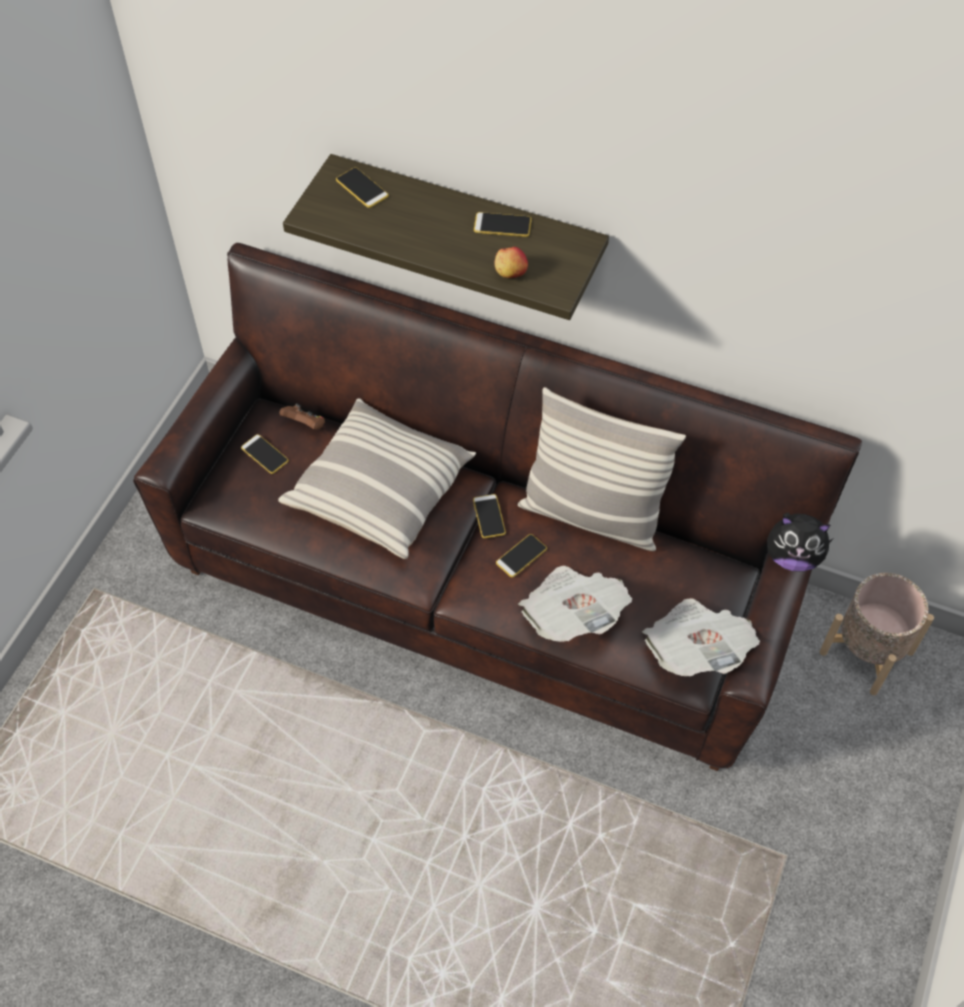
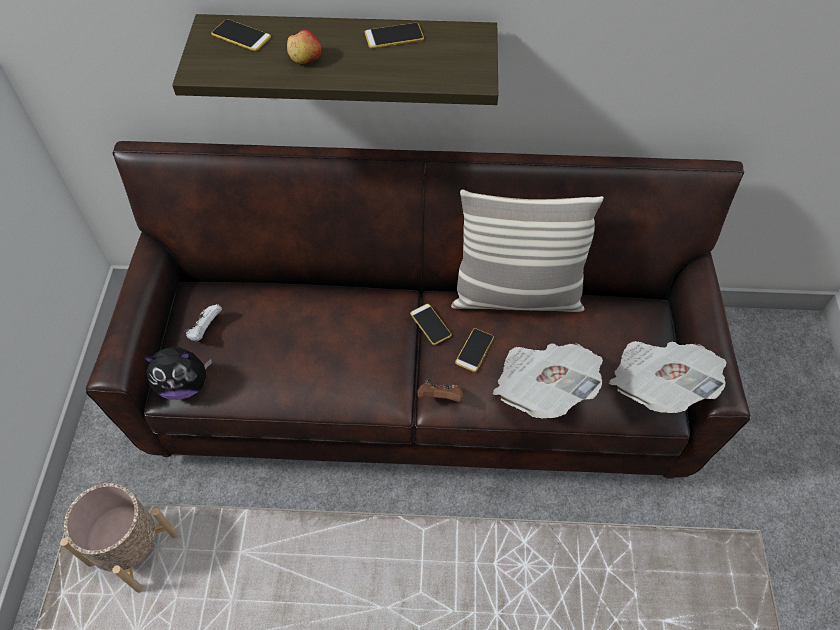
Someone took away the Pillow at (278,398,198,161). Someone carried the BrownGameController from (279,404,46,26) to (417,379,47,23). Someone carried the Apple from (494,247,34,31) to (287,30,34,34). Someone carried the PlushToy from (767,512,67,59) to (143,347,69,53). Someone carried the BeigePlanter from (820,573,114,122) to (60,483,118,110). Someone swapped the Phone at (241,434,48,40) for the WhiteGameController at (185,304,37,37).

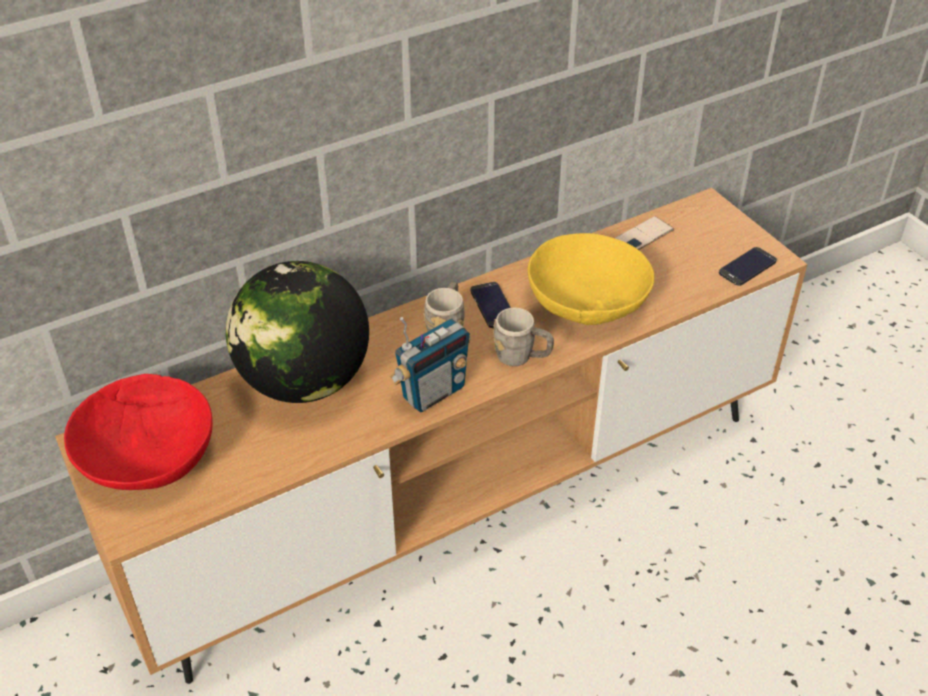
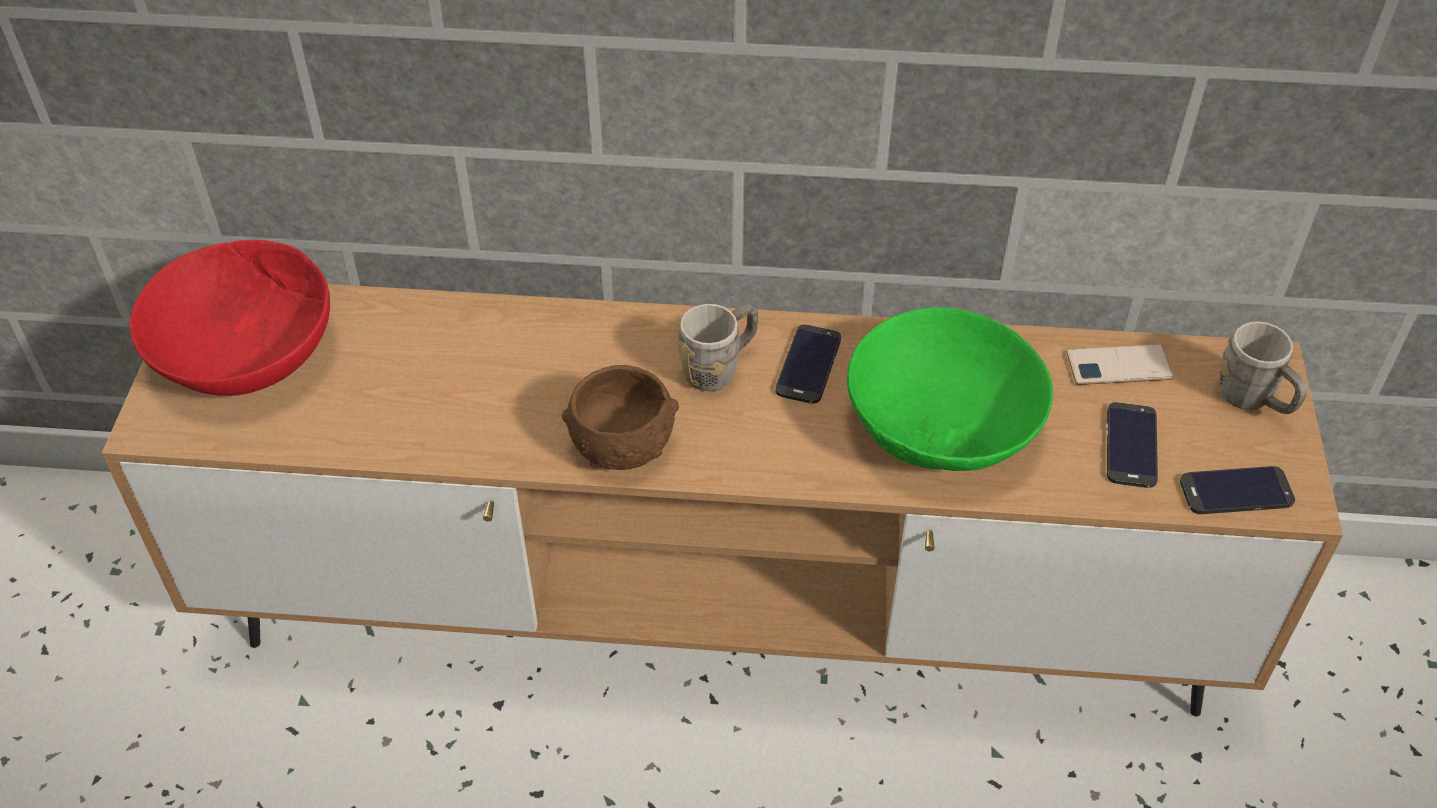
Someone took away the Globe at (226,261,143,142). Someone put down the Phone at (1107,402,51,86). Someone carried the GreyMug from (493,307,61,59) to (1219,321,88,93). Someone swapped the Radio at (390,317,80,95) for the BrownBowl at (562,365,117,105). Someone repainted the YellowBowl at (528,233,126,92), which became the GreenBowl at (847,307,206,164).

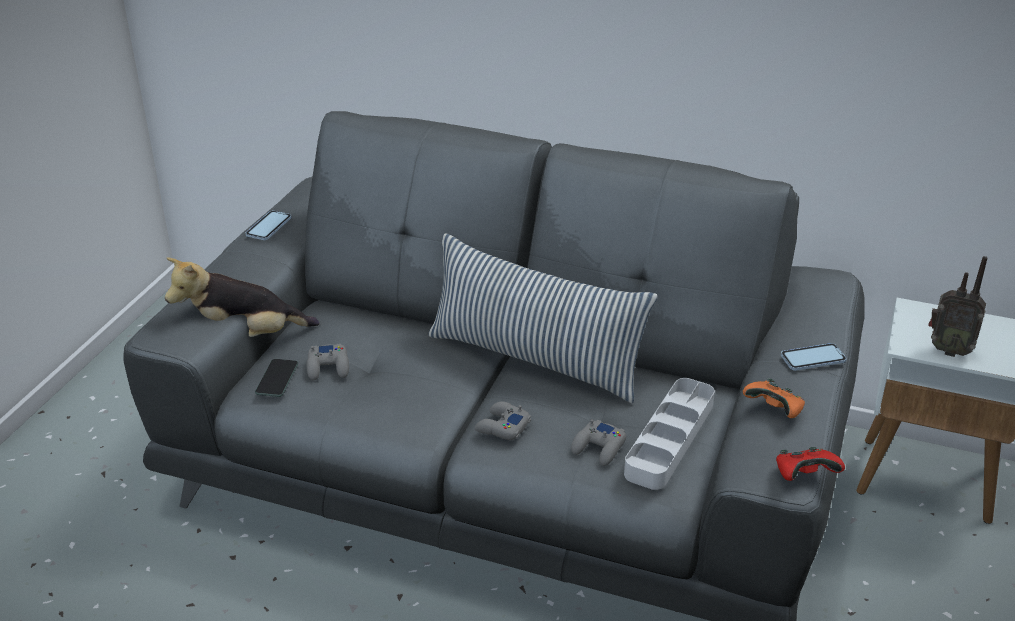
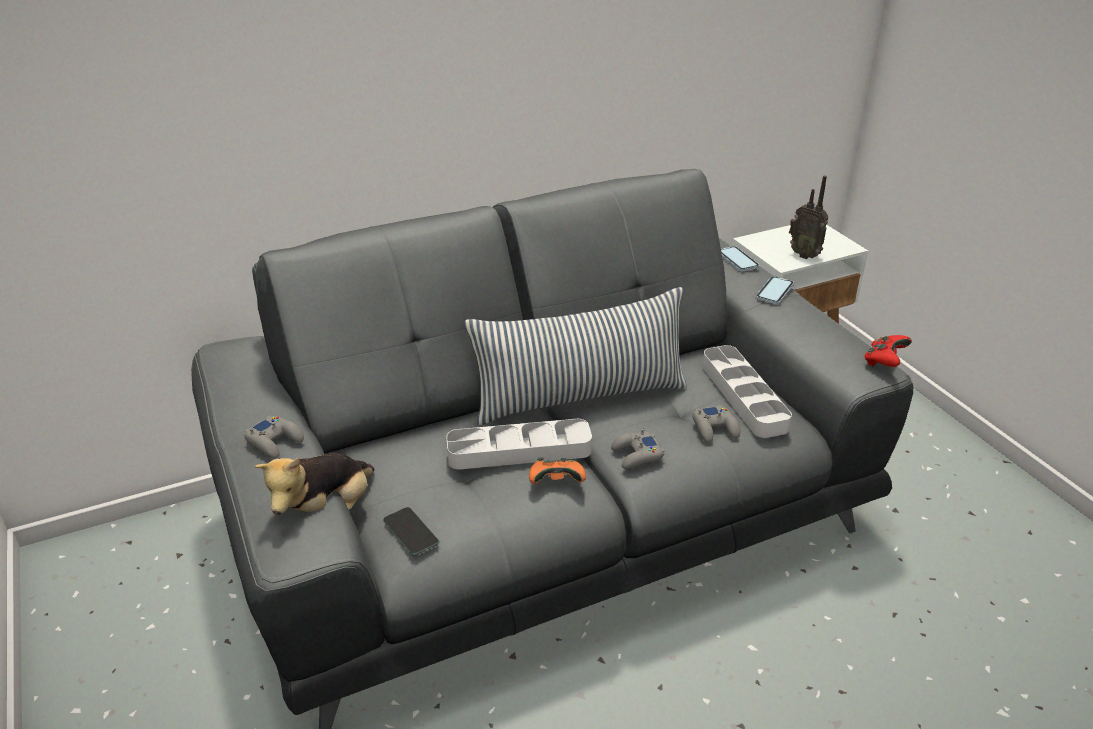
Someone put down the GreyTray at (446,419,146,50). Someone carried the Phone from (246,211,46,29) to (721,246,38,25). Someone carried the GreyGameController from (307,344,42,36) to (244,416,60,43). Someone carried the OrangeGameController from (743,378,62,40) to (529,458,57,26). Someone rotated the Radio at (928,256,60,101) by 60 degrees clockwise.

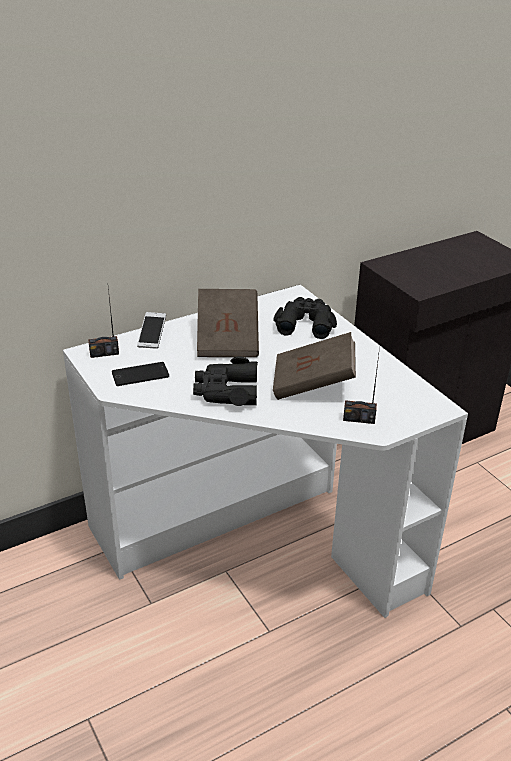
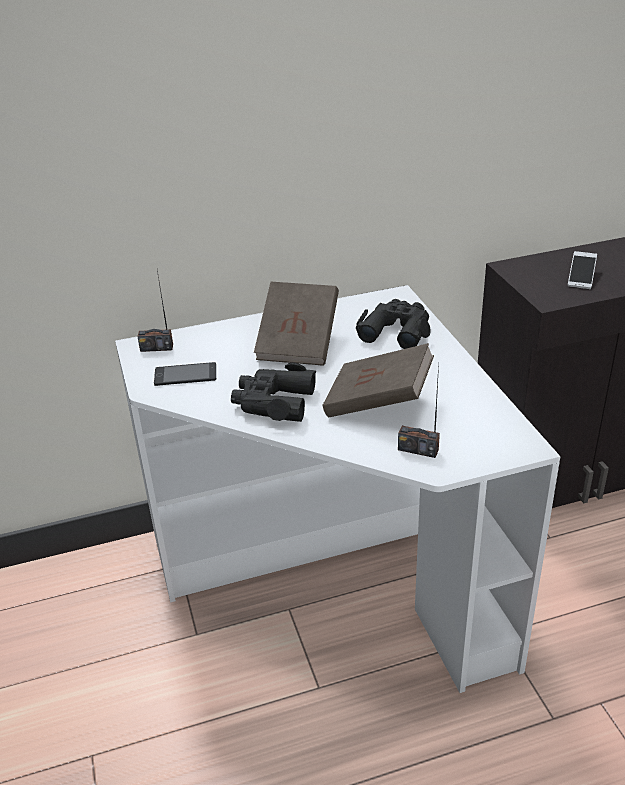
Someone carried the Phone from (137,312,29,37) to (568,251,29,38).

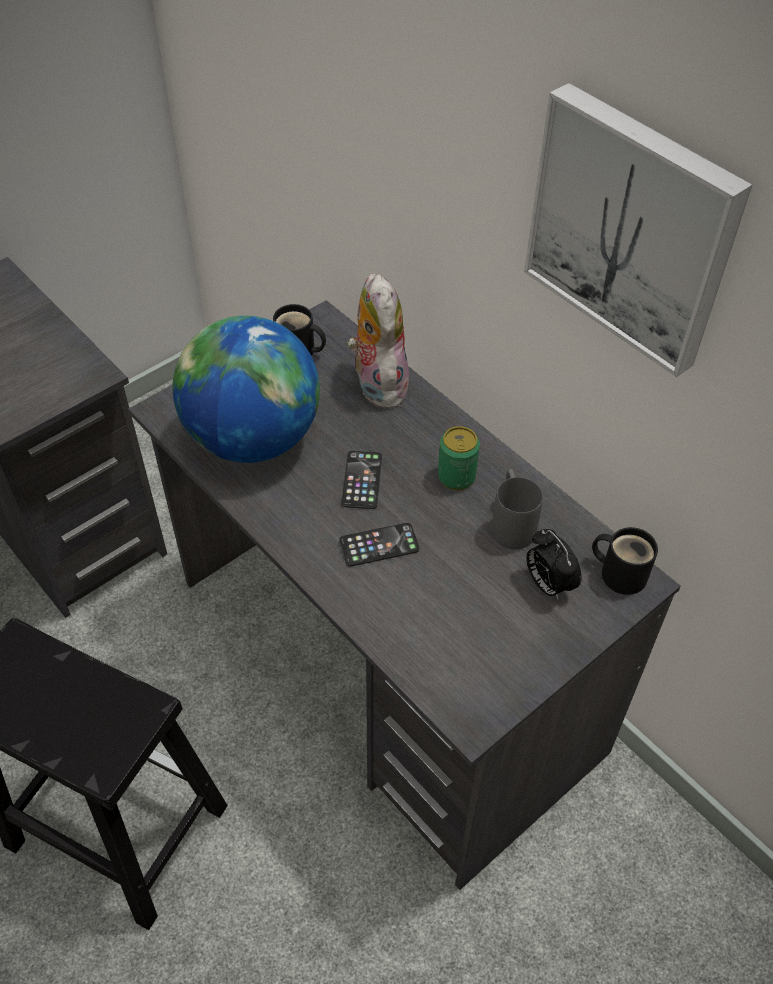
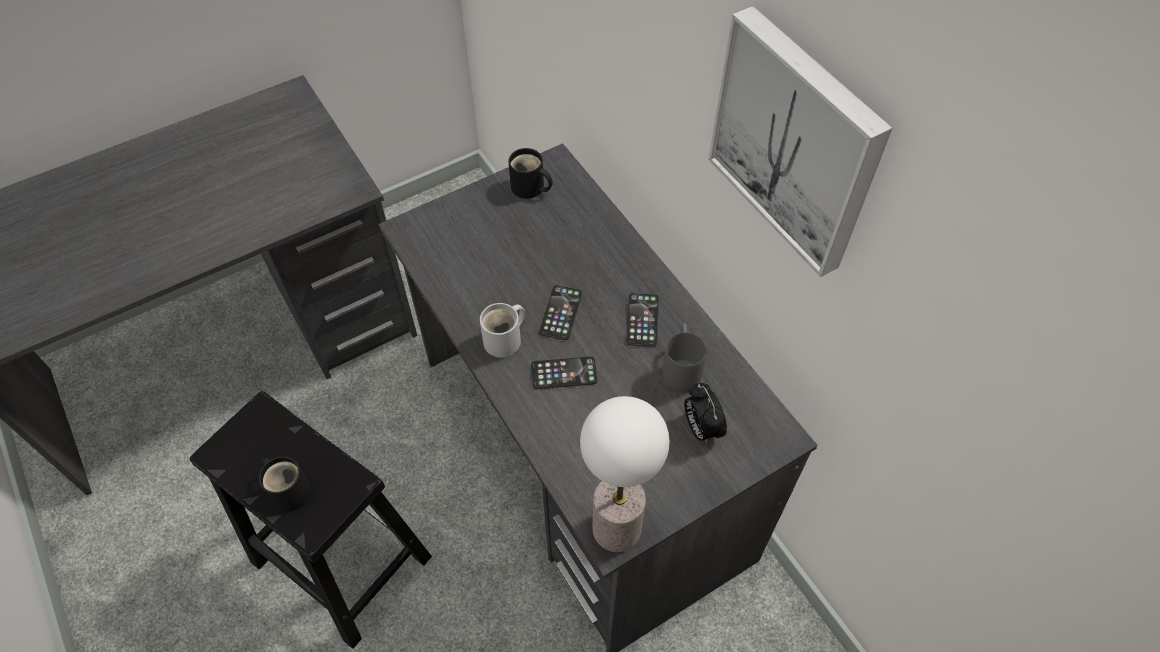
Someone took away the Globe at (172,316,148,147). Someone took away the PlushToy at (347,274,64,135). Someone put down the WhiteMug at (480,303,45,55). Someone put down the TableLamp at (580,396,89,156). Someone carried the BlackMug from (592,527,66,68) to (259,456,52,55). Someone swapped the Can at (438,426,42,64) for the Phone at (626,293,33,54).

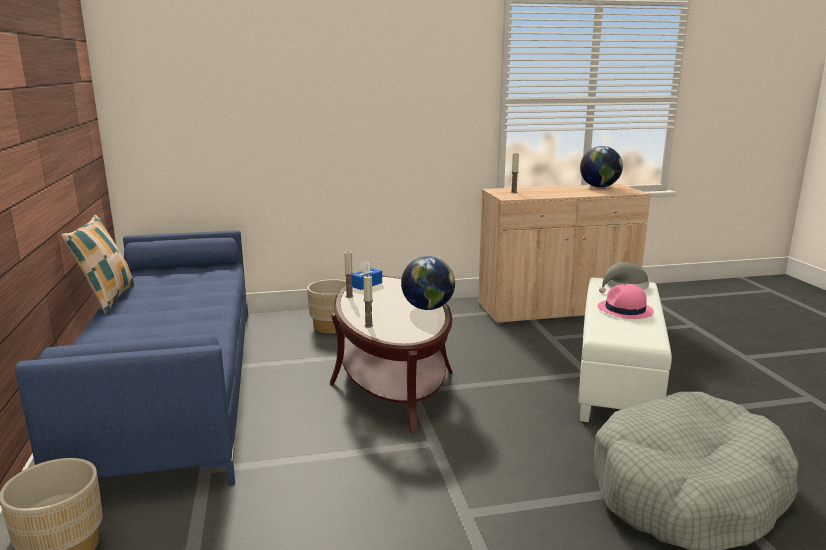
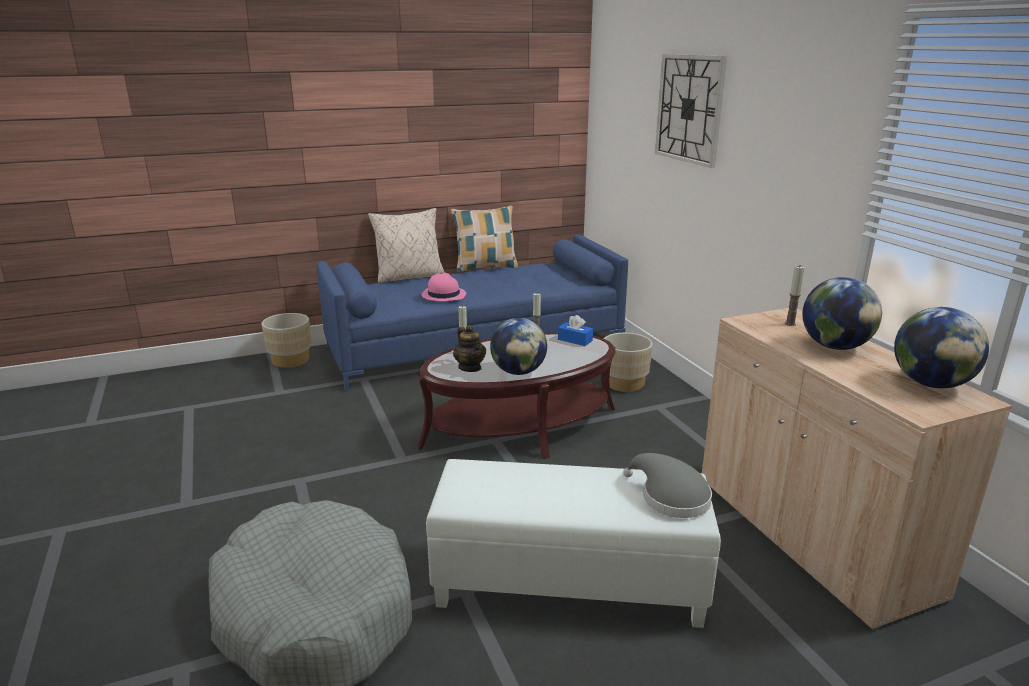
Someone put down the BeigePillow at (368,208,77,75). Someone put down the Teapot at (453,325,33,47). Someone put up the WallClock at (655,54,72,114). Someone put down the Globe at (802,277,80,73). Someone carried the PinkHat from (597,284,57,35) to (422,273,44,28).

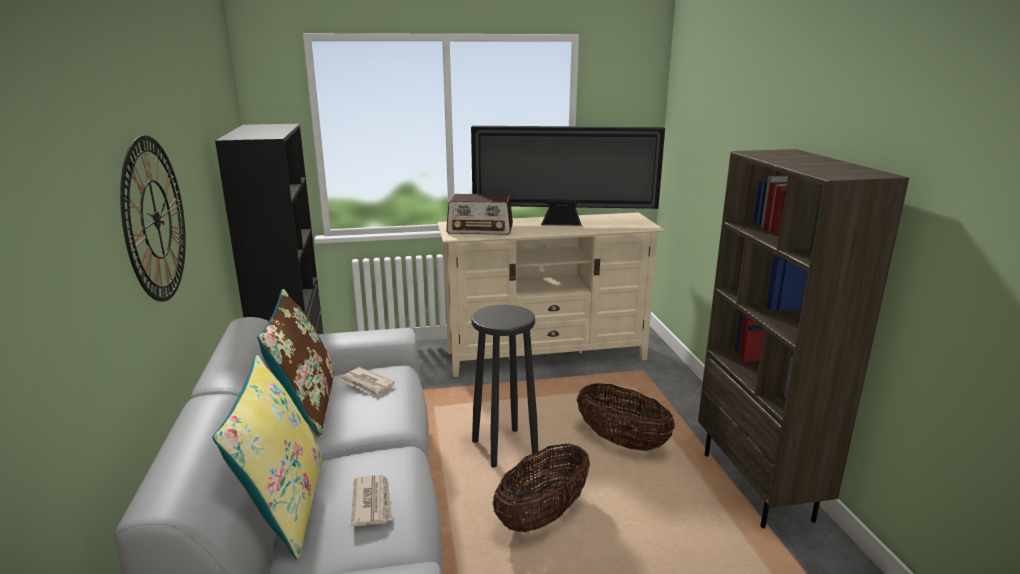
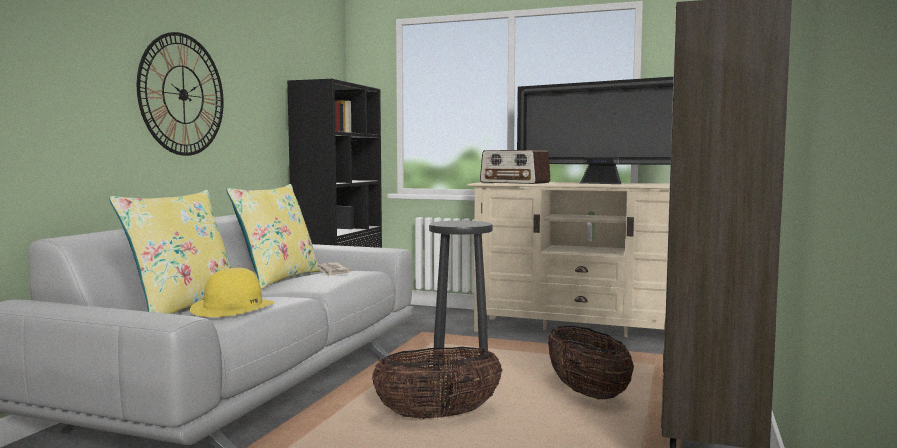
Someone swapped the Newspaper at (351,475,42,52) for the YellowHat at (190,268,85,49). Someone repainted the BrownPillow at (257,289,77,148), which became the YellowPillow at (226,184,95,105).

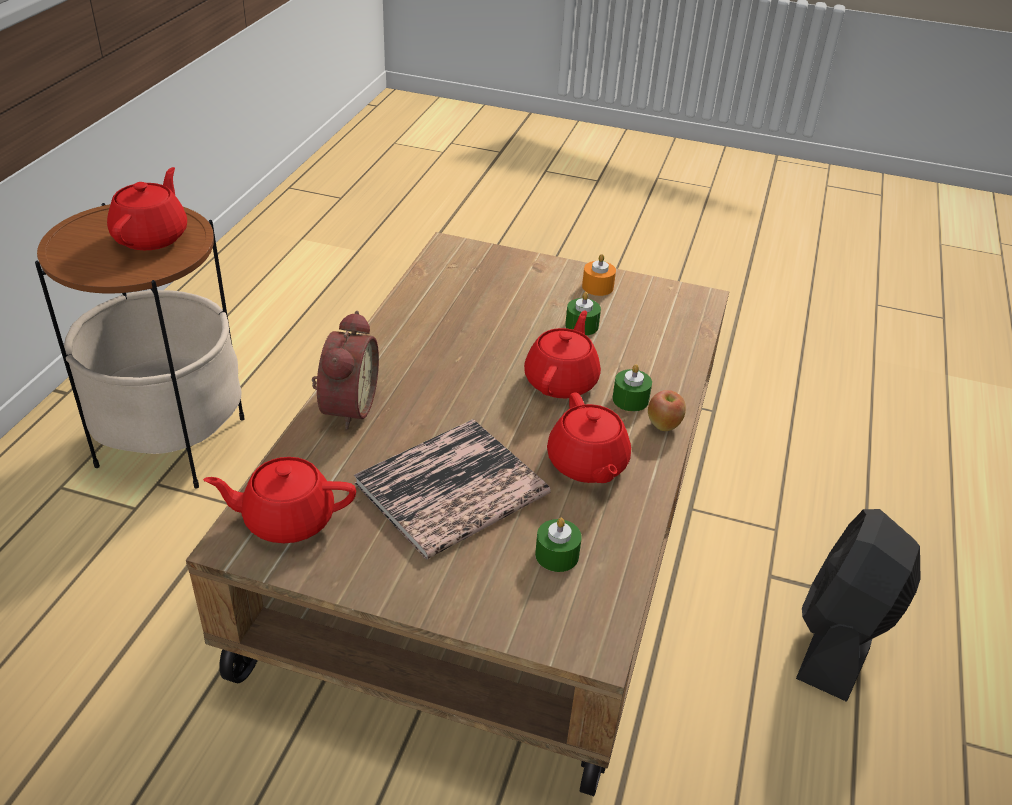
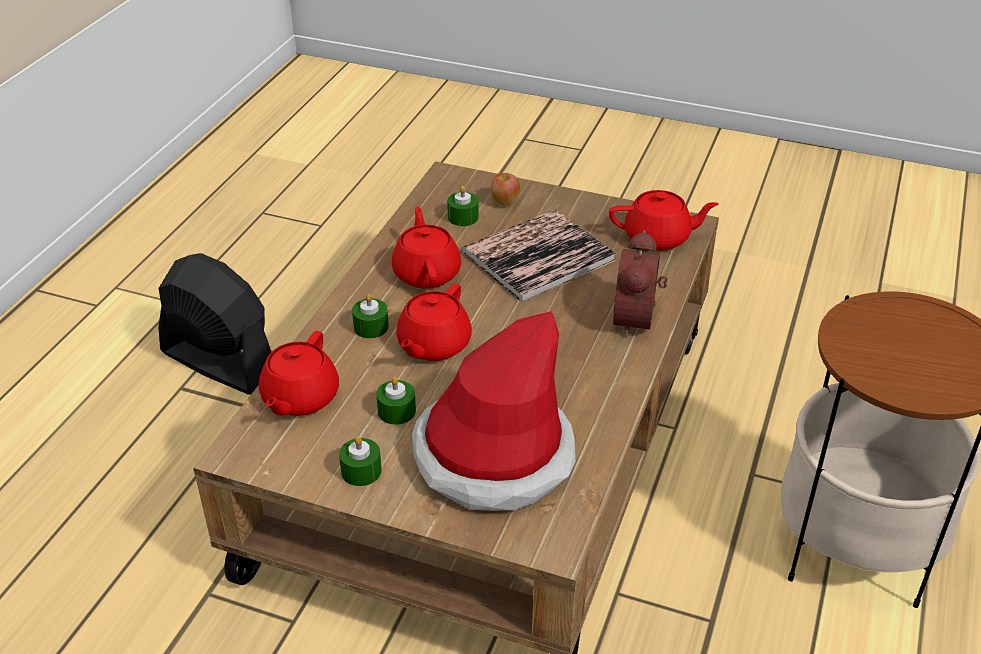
Someone put down the Hat at (412,311,164,200). Someone carried the RedTeapot from (107,167,80,83) to (259,331,80,85). Someone carried the Apple from (648,390,38,41) to (491,173,29,33). Someone repainted the OrangeCandle at (582,254,34,42), which became the GreenCandle at (339,436,43,50). Someone rotated the BlackFan at (796,509,125,193) by 90 degrees counterclockwise.

